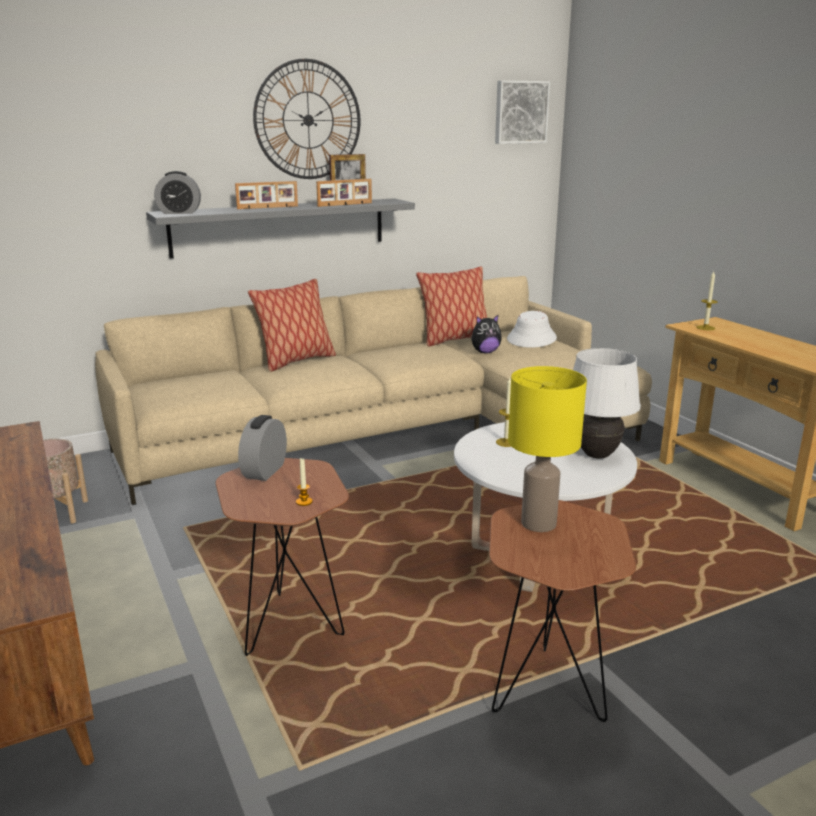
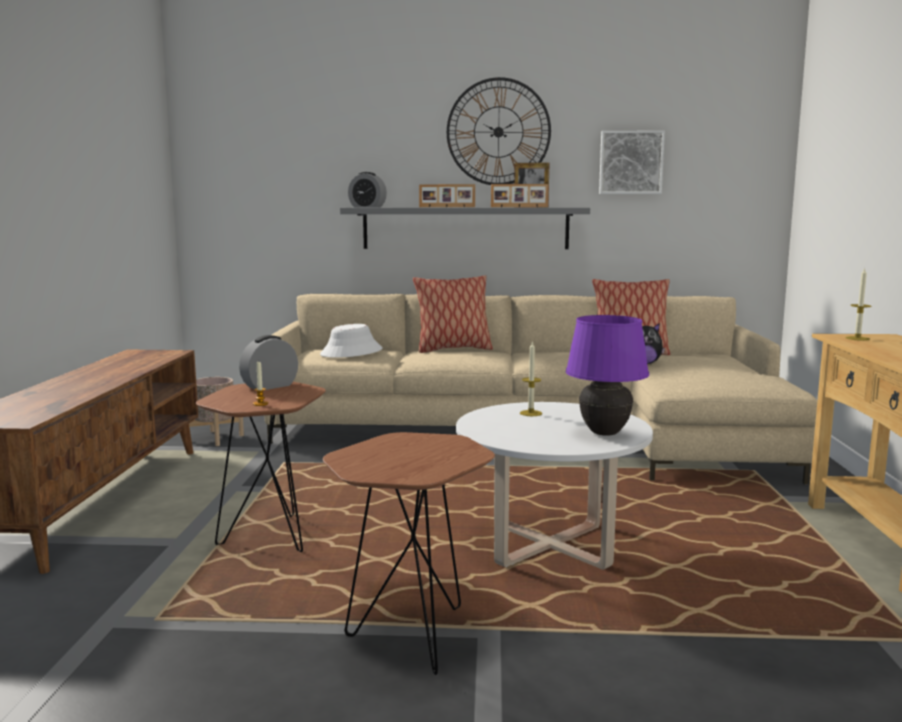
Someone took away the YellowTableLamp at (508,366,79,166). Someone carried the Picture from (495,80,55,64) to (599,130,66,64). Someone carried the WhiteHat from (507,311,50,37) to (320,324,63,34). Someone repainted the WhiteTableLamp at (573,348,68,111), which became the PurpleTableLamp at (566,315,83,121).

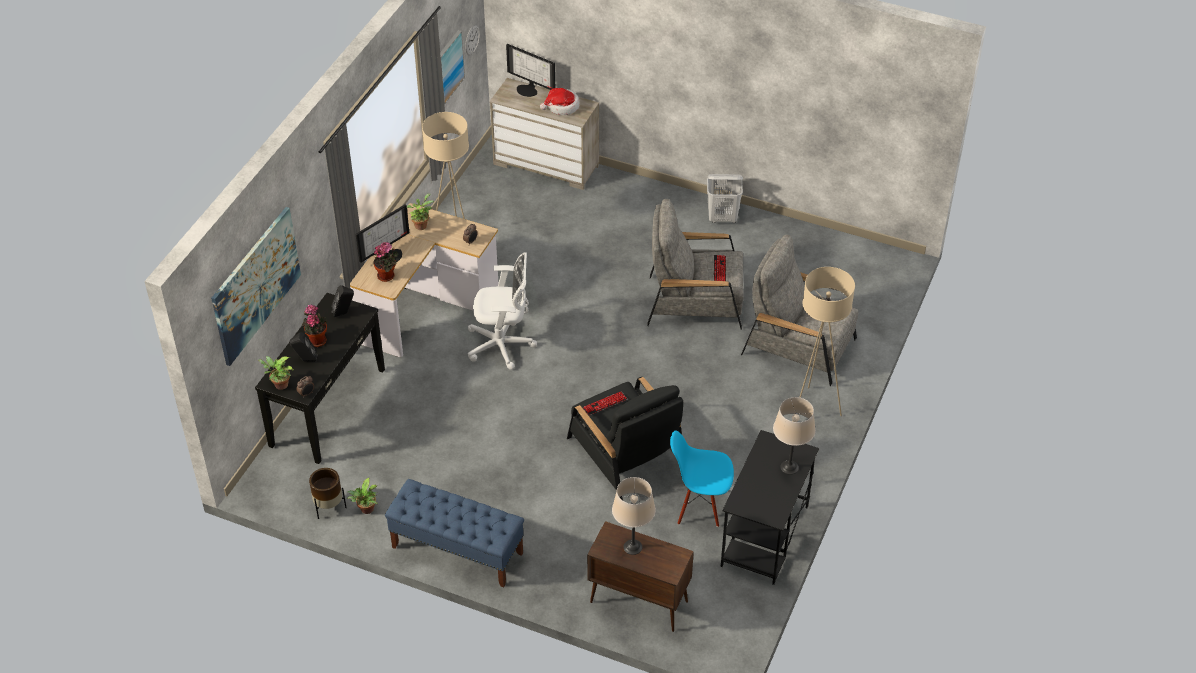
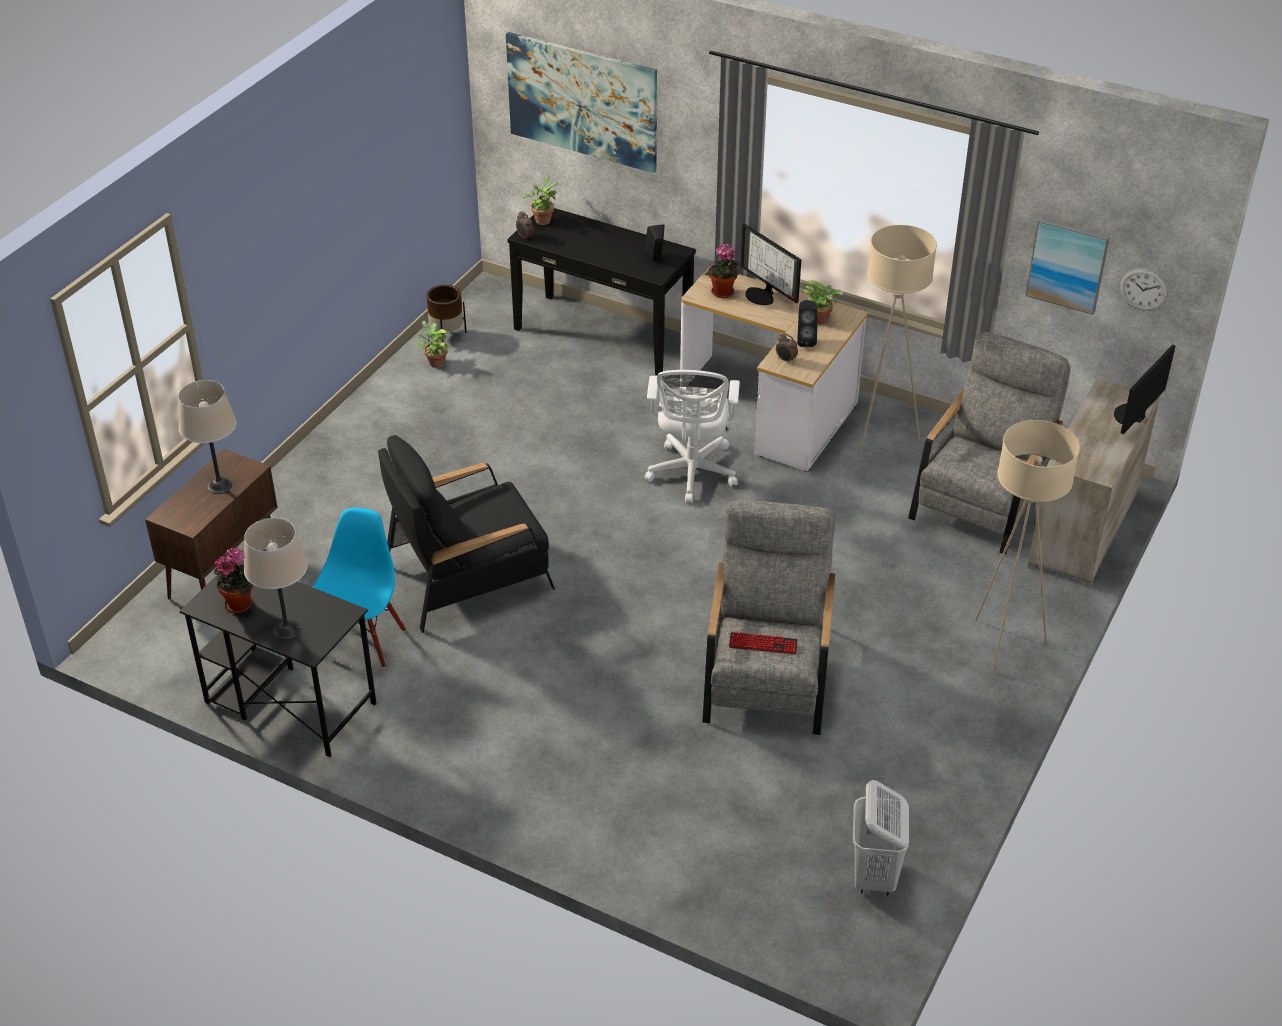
Someone took away the BlueBench at (385,479,139,108). Someone took away the Hat at (540,88,40,27). Someone took away the Keyboard at (583,392,44,23). Someone carried the BlackSpeaker from (290,332,28,30) to (797,300,20,47). Someone carried the PottedPlant from (302,305,25,42) to (214,547,39,66). Someone carried the WhiteLaundryBasket from (707,174,36,49) to (853,780,56,116). Someone carried the GreyArmchair from (741,235,117,151) to (908,332,163,223). Someone carried the BeigeFloorLamp from (792,267,63,155) to (975,420,105,253).

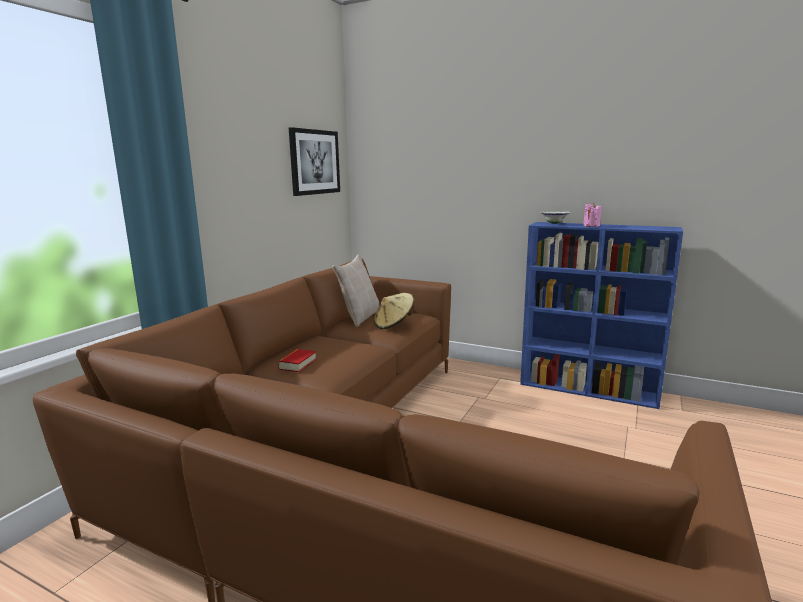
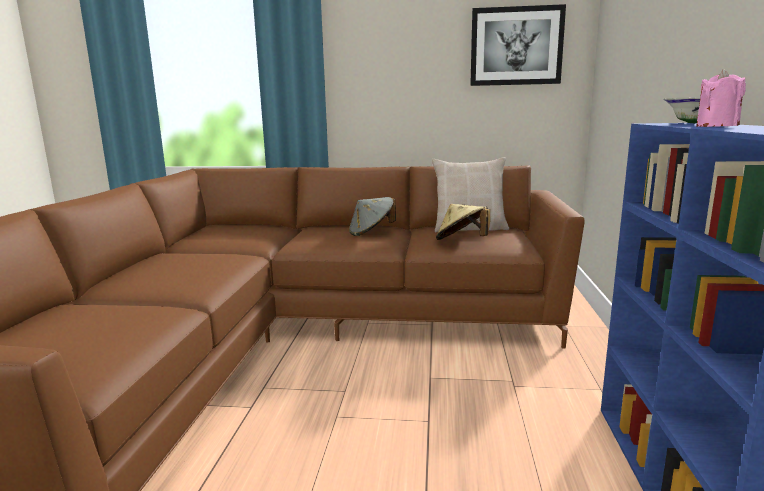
Someone took away the Book at (278,349,39,23). Someone put down the GreyHat at (349,197,47,39).

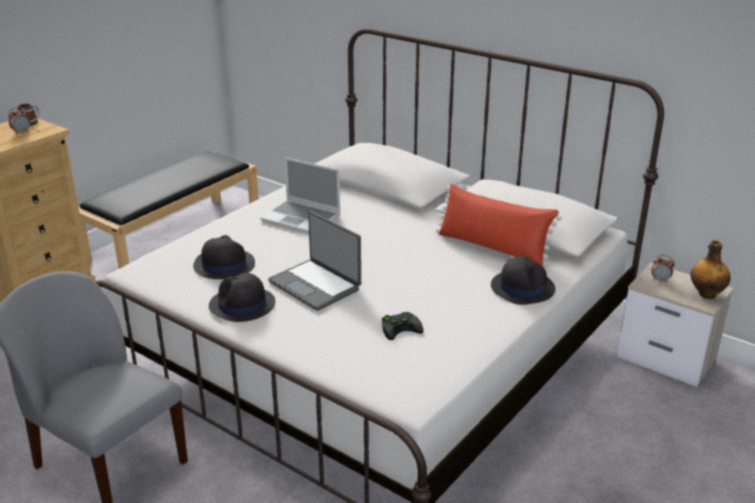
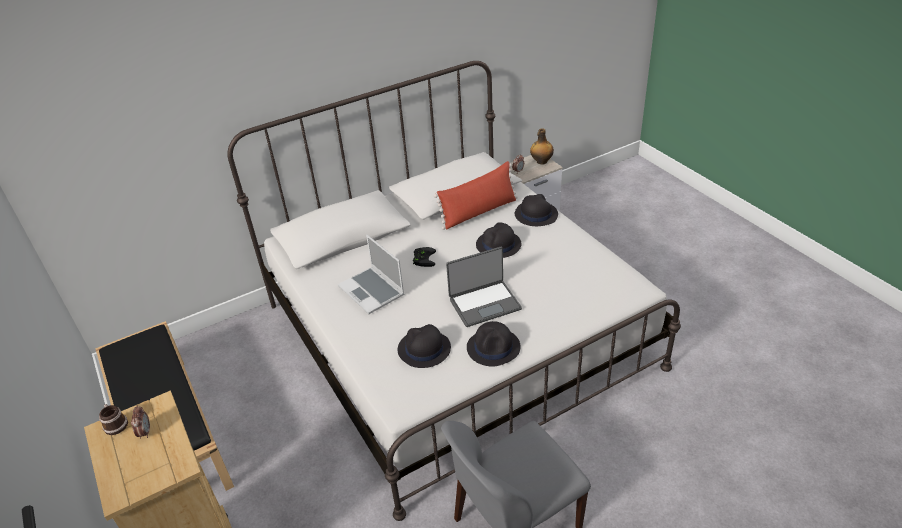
Someone put down the BlackHat at (476,222,46,36). Someone carried the BlackGameController from (382,312,41,28) to (413,247,23,20). Someone rotated the Laptop at (260,157,81,77) by 90 degrees clockwise.

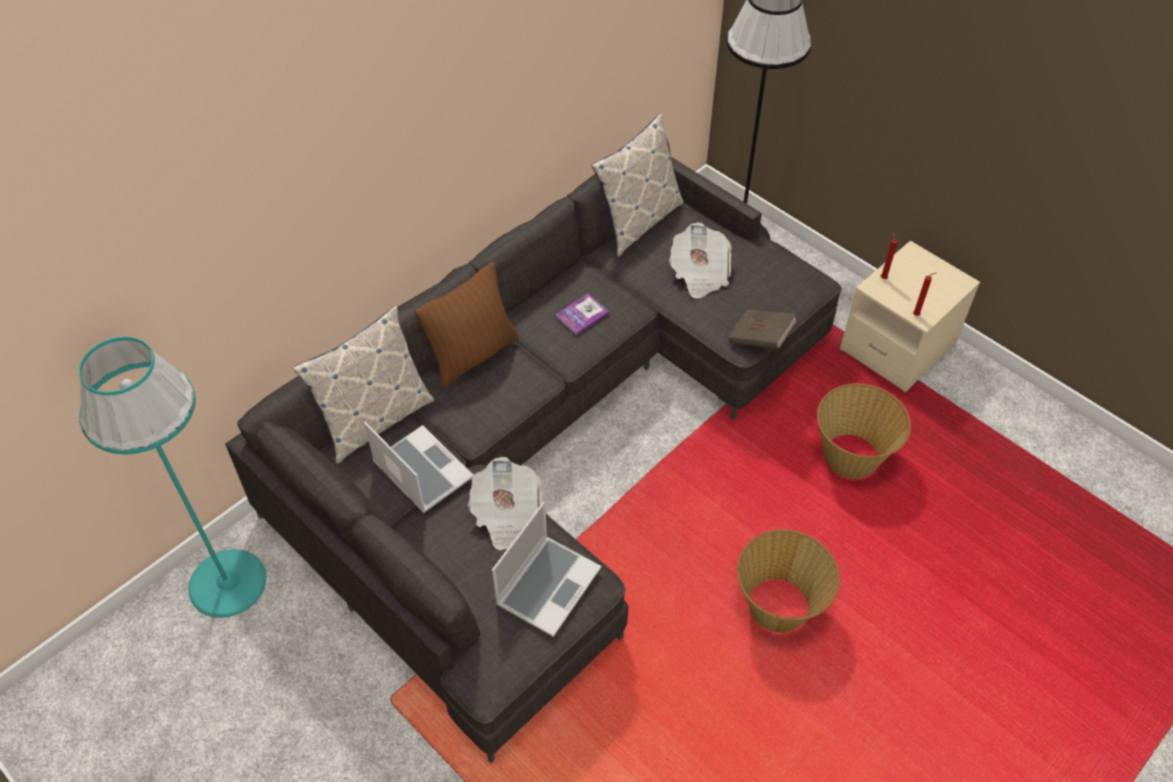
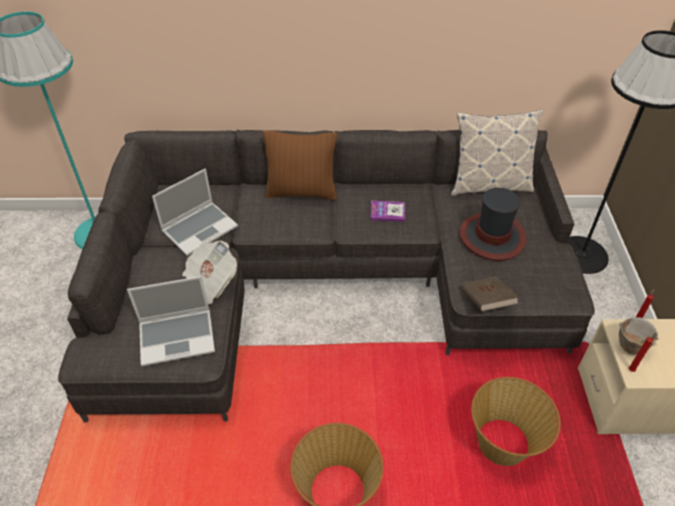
Someone took away the Pillow at (292,306,142,158). Someone put down the Bowl at (619,317,39,38). Someone swapped the Newspaper at (669,223,63,76) for the Hat at (459,188,68,73). Someone rotated the Laptop at (364,422,110,91) by 45 degrees clockwise.

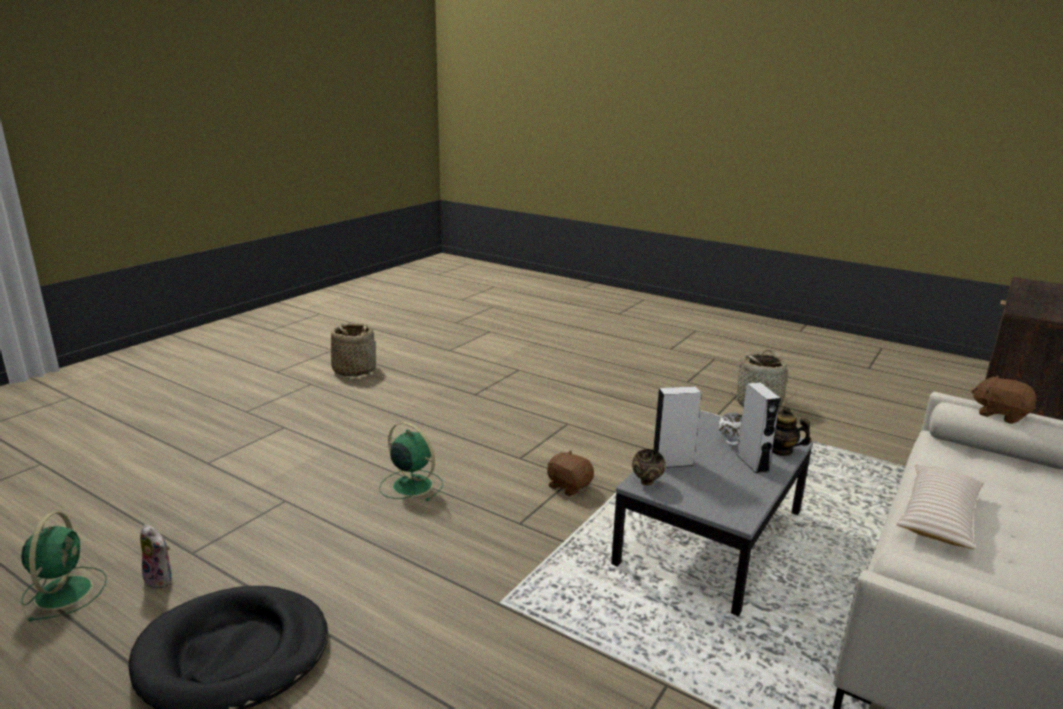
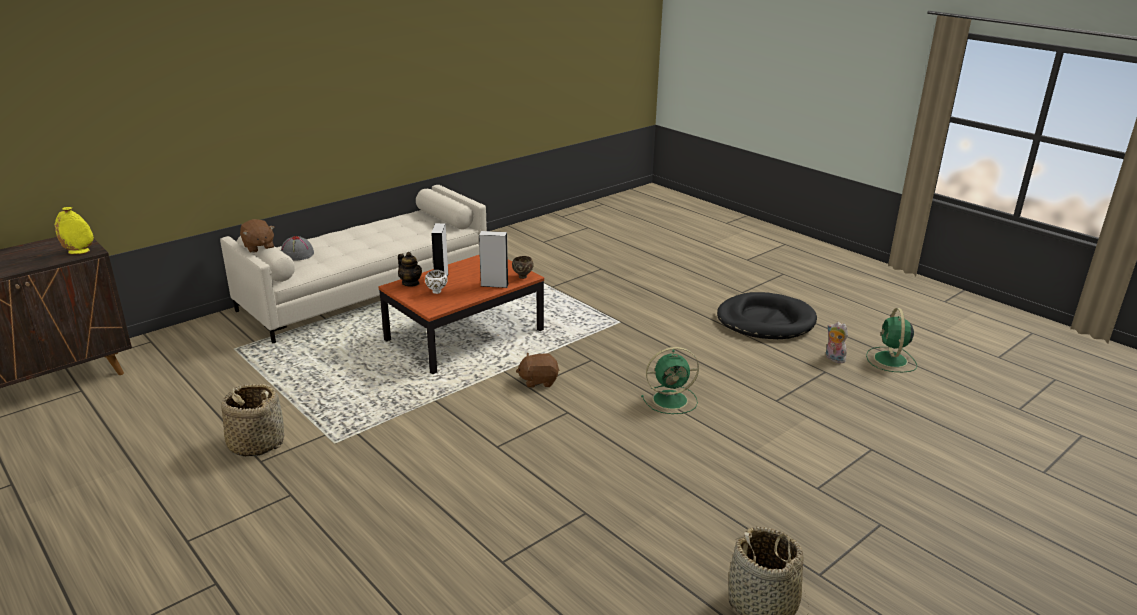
Someone took away the BeigePillow at (896,464,88,85). Someone put down the YellowVase at (54,207,40,47). Someone put down the GreyHat at (281,236,33,25). Someone repainted the GreyCoffeeTable at (611,411,202,205), which became the BrownCoffeeTable at (378,255,166,119). Someone rotated the GreenFan at (379,422,64,79) by 60 degrees counterclockwise. Someone rotated the BrownPlushToy at (547,450,47,46) by 120 degrees clockwise.

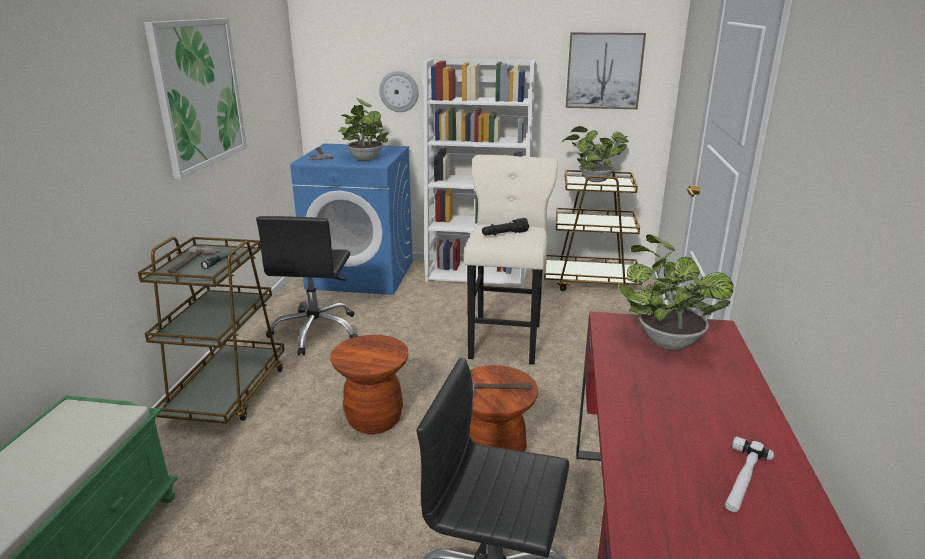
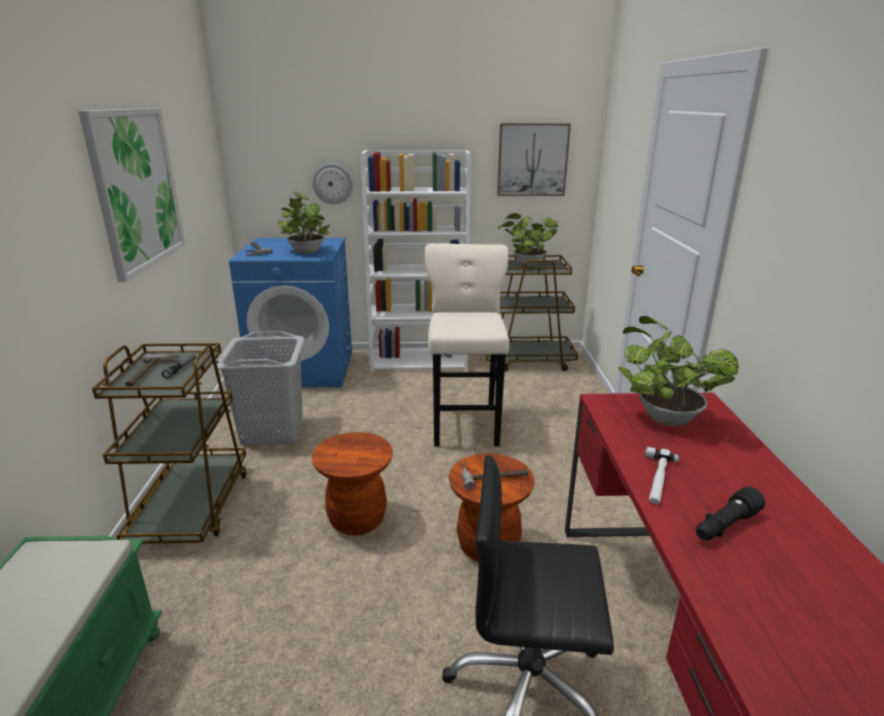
Someone carried the BlackFlashlight from (482,218,47,18) to (696,487,69,53). Someone carried the Hammer from (725,436,49,76) to (645,447,34,57). Someone swapped the BlackOfficeChair at (256,216,102,139) for the GreyLaundryBasket at (216,331,89,115).

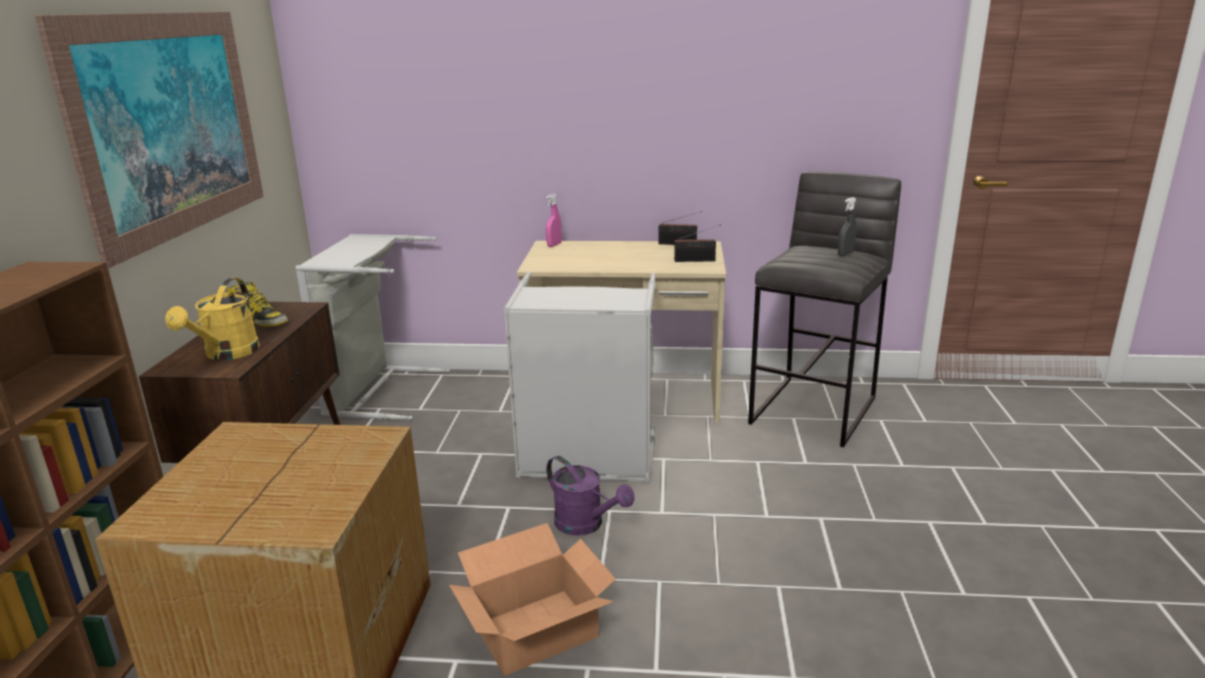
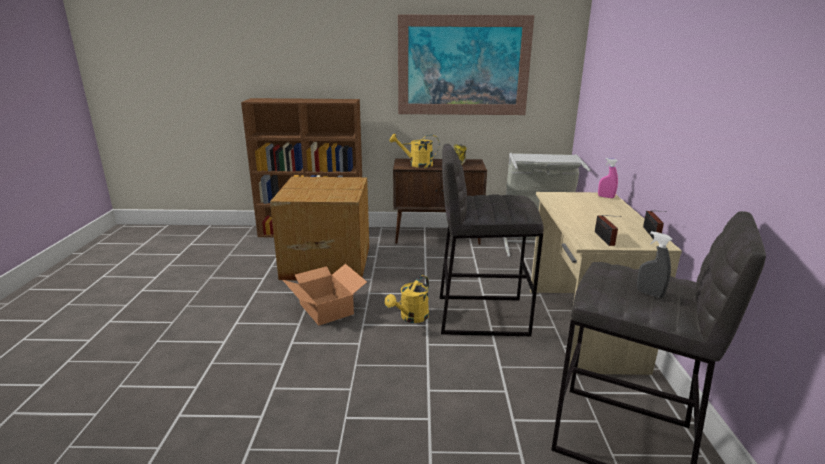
Someone swapped the GreyLaundryBasket at (504,272,152,211) for the GreyStool at (440,144,104,192). Someone repainted the PurpleWateringCan at (547,456,88,80), which became the YellowWateringCan at (385,275,44,48).

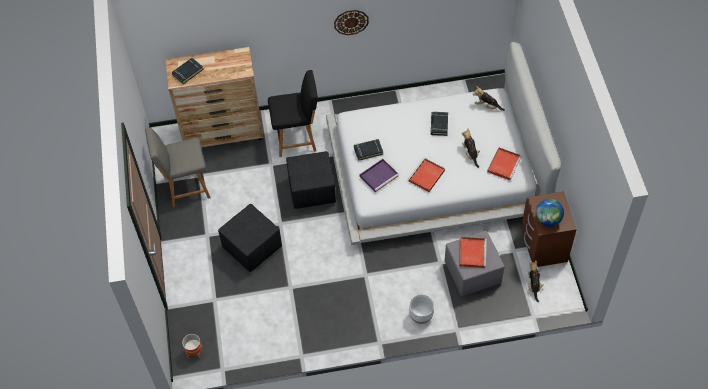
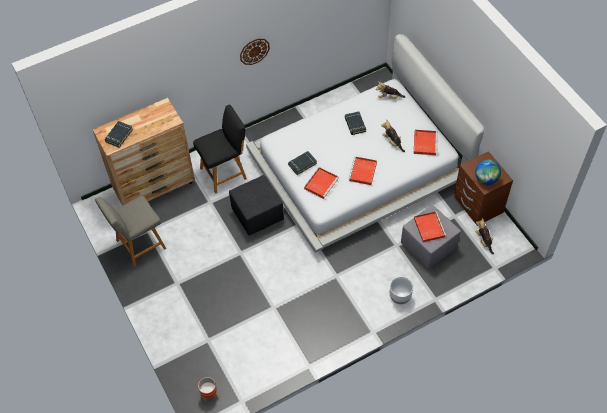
Someone took away the BlackOttoman at (218,204,64,68). Someone repainted the PurpleTray at (359,159,40,33), which became the RedTray at (304,167,35,32).

